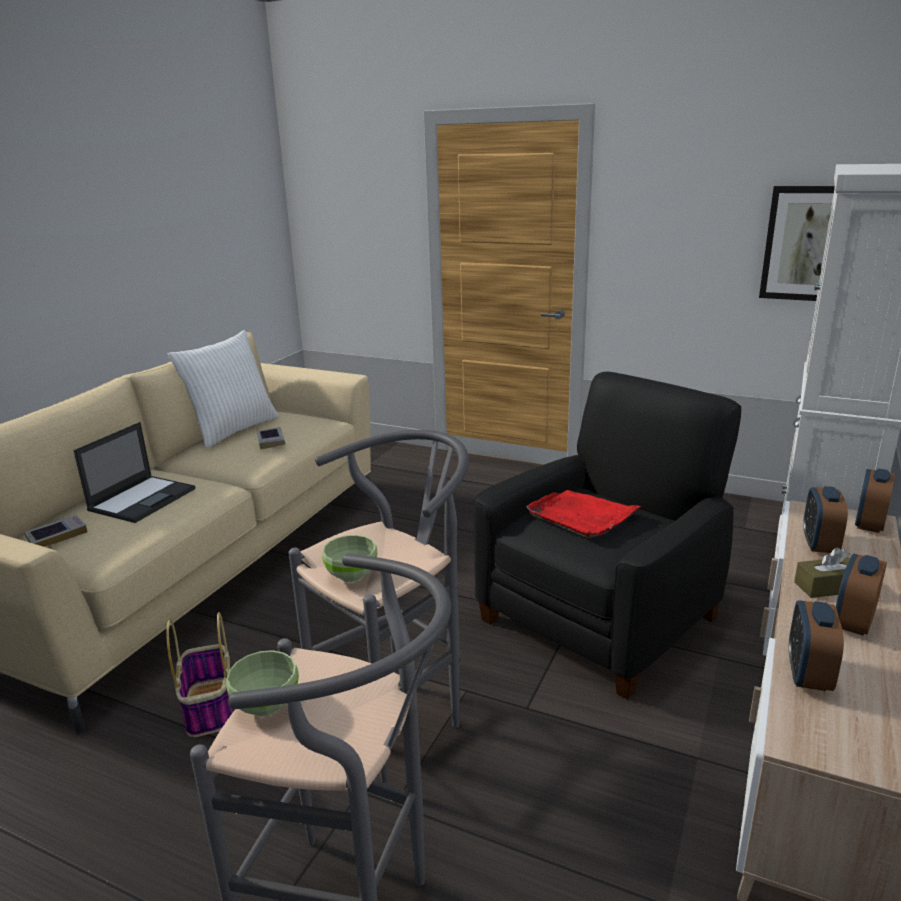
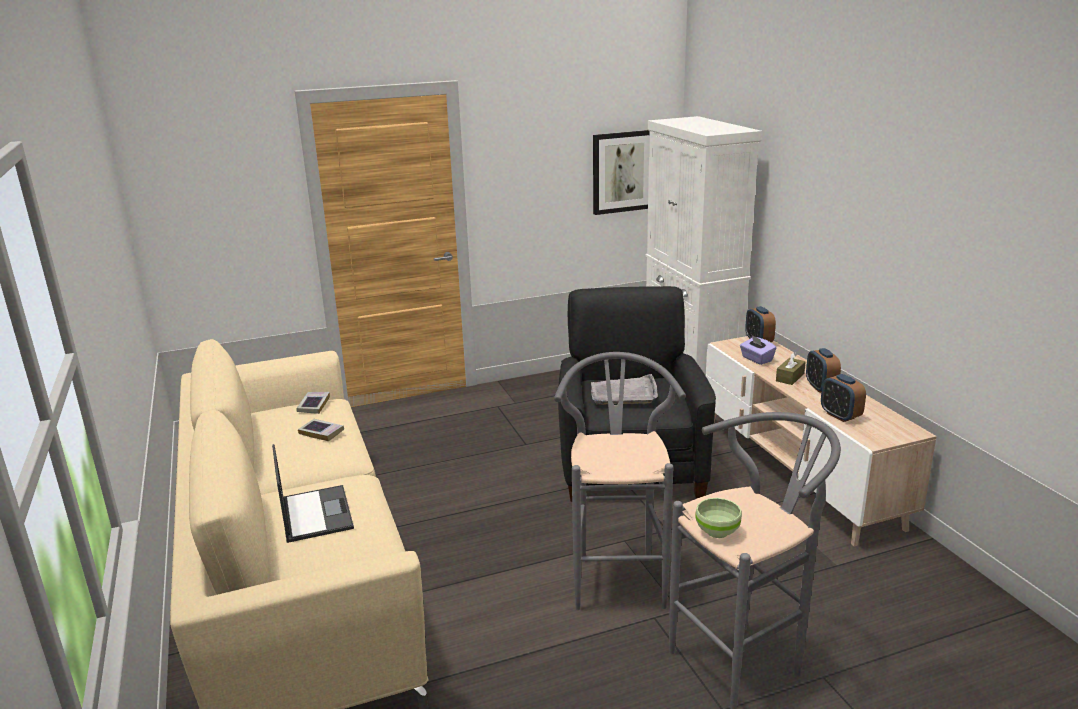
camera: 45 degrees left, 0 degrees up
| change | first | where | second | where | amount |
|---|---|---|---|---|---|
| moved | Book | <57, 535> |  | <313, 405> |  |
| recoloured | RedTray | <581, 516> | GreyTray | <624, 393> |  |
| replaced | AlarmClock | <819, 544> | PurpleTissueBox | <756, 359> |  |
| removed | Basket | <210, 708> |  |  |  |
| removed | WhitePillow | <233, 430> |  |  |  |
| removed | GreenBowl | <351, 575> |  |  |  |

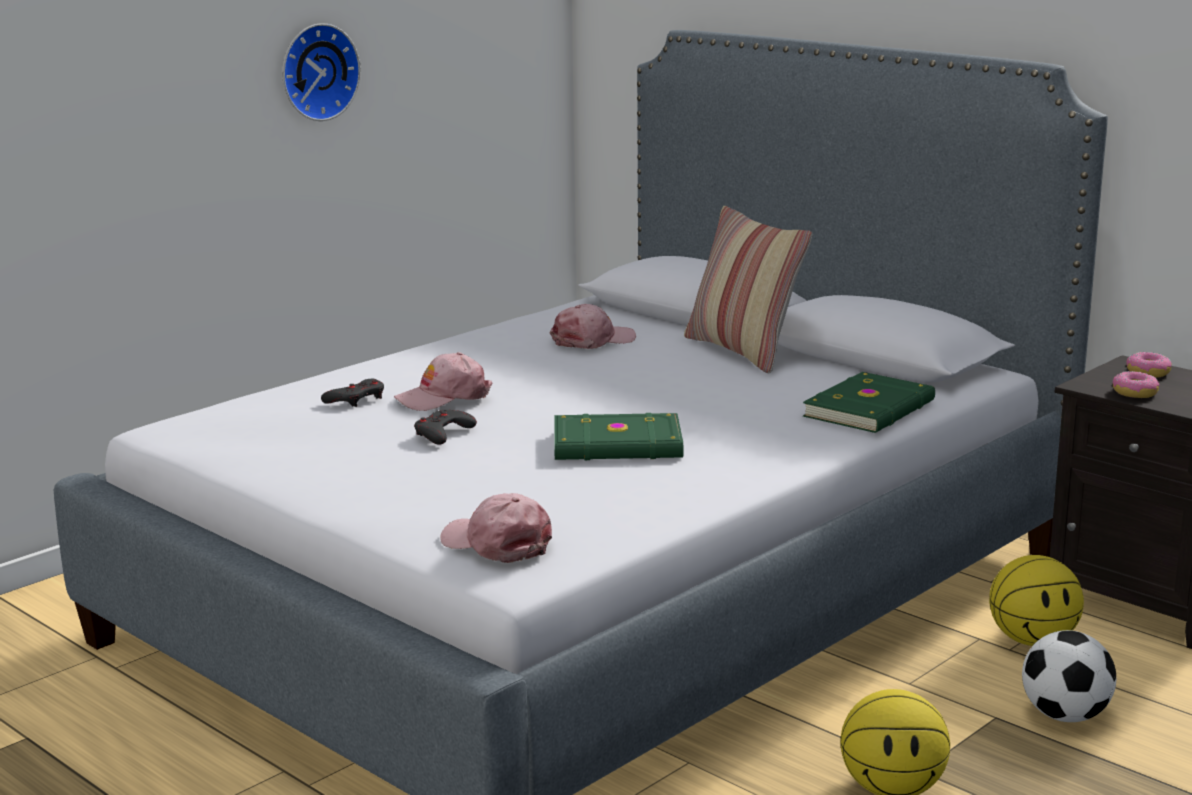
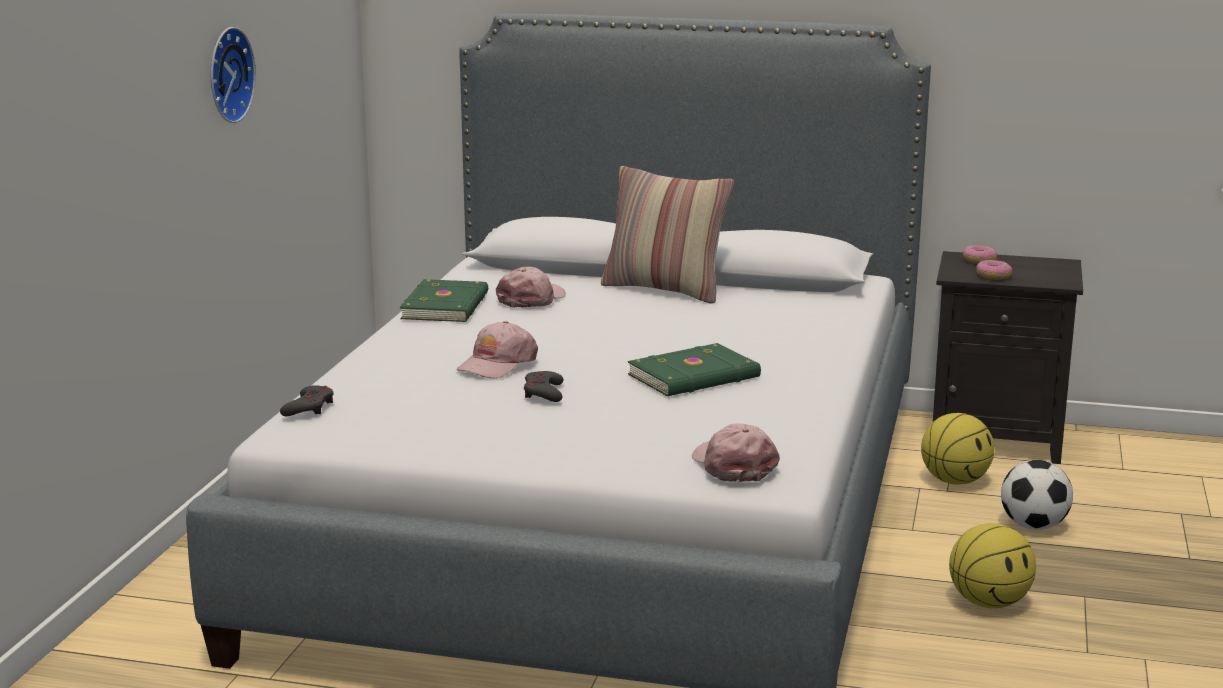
camera: 30 degrees left, 0 degrees up
| change | first | where | second | where | amount |
|---|---|---|---|---|---|
| moved | GreyGameController | <356, 399> |  | <309, 407> |  |
| moved | GreenBook | <872, 409> |  | <447, 306> |  |
| turned | PinkCap | <497, 543> |  | <733, 465> | 60 degrees clockwise |

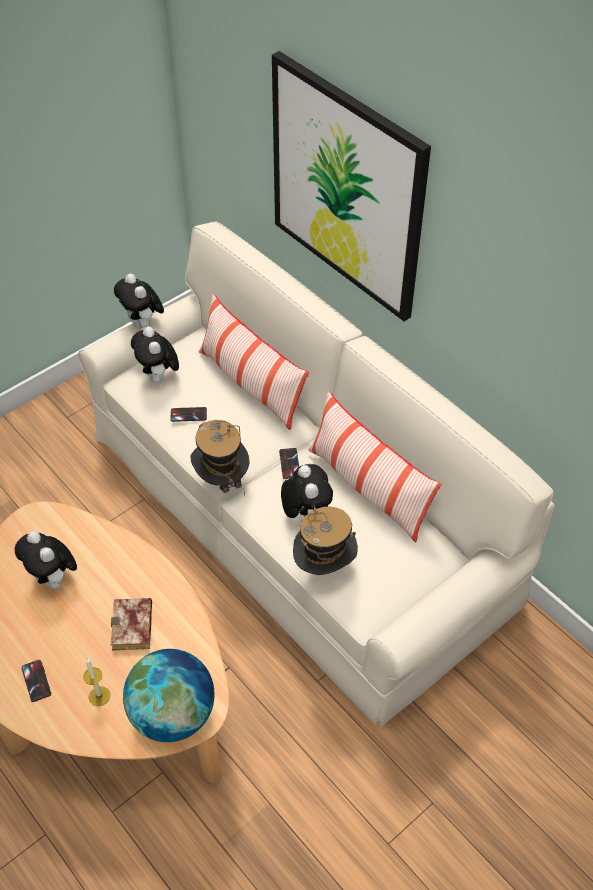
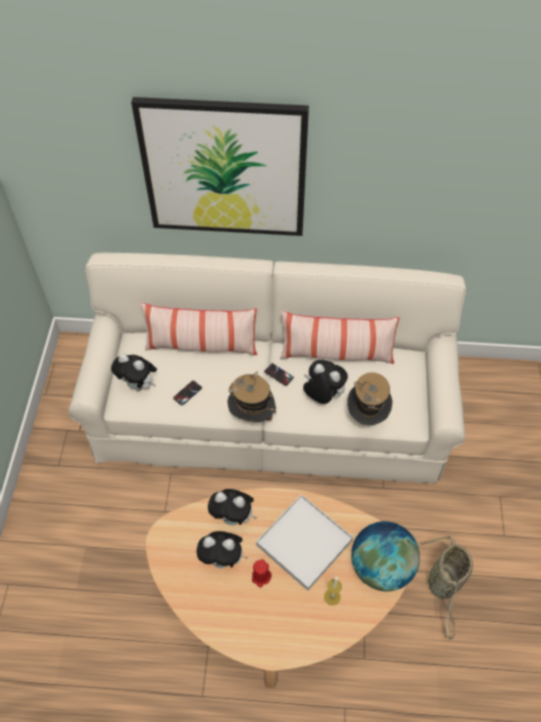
camera: 45 degrees left, 5 degrees up
| change | first | where | second | where | amount |
|---|---|---|---|---|---|
| moved | PlushToy | <143, 324> |  | <233, 518> |  |
| added |  |  | RedCandle | <261, 577> |  |
| replaced | Book | <134, 629> | WhiteTray | <304, 543> |  |
| added |  |  | Basket | <443, 585> |  |
| removed | Phone | <36, 681> |  |  |  |

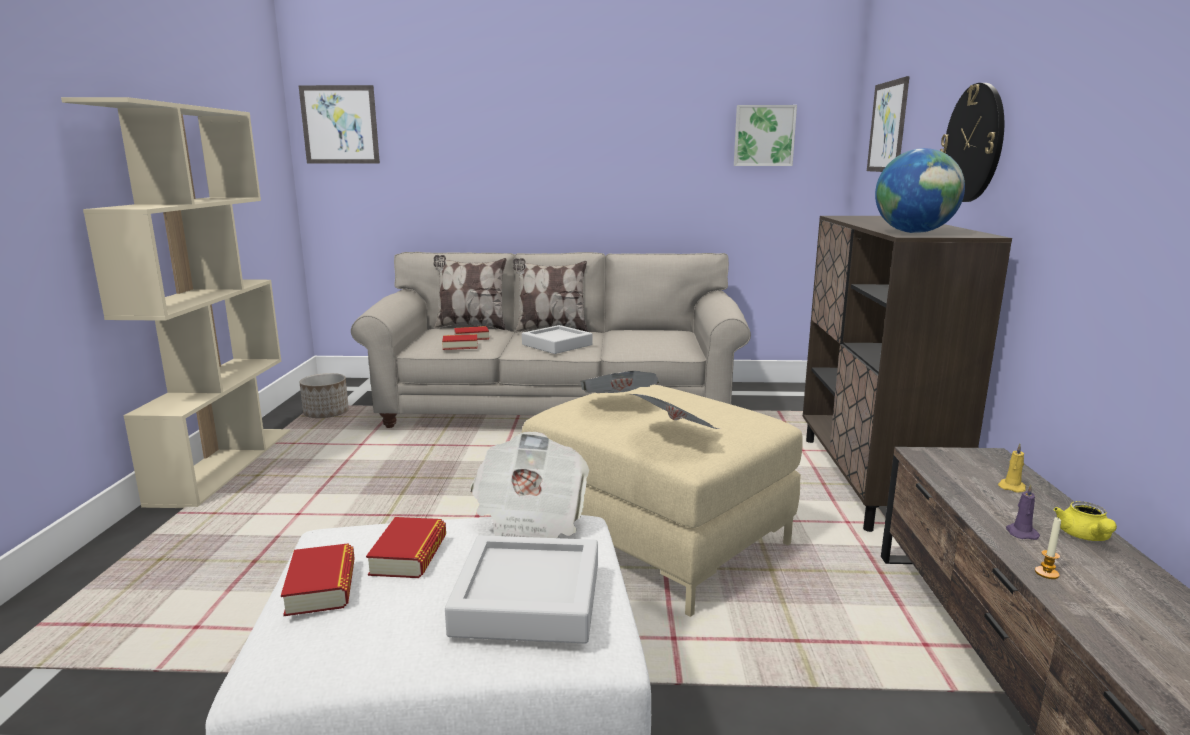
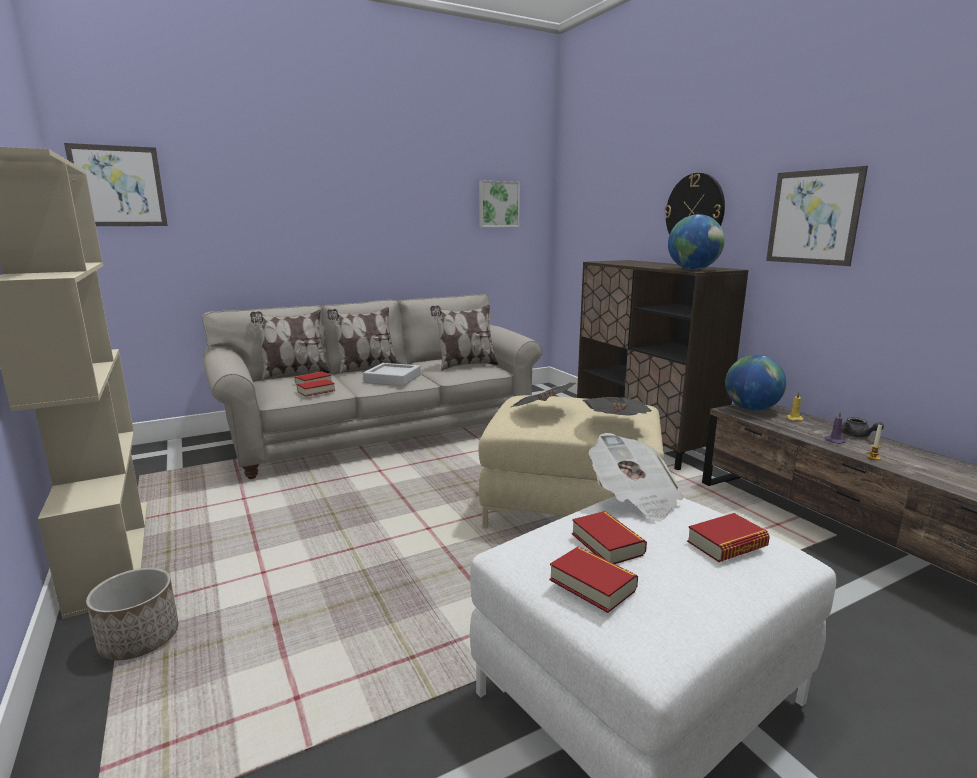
camera: 30 degrees left, 0 degrees up
| change | first | where | second | where | amount |
|---|---|---|---|---|---|
| moved | Planter | <326, 414> |  | <139, 639> |  |
| added |  |  | Pillow | <465, 365> |  |
| replaced | GreyTray | <528, 599> | Book | <727, 544> |  |
| added |  |  | Globe | <751, 409> |  |
| moved | Picture | <887, 127> |  | <813, 217> |  |
| recoloured | YellowTeapot | <1084, 536> | GreyTeapot | <857, 436> |  |

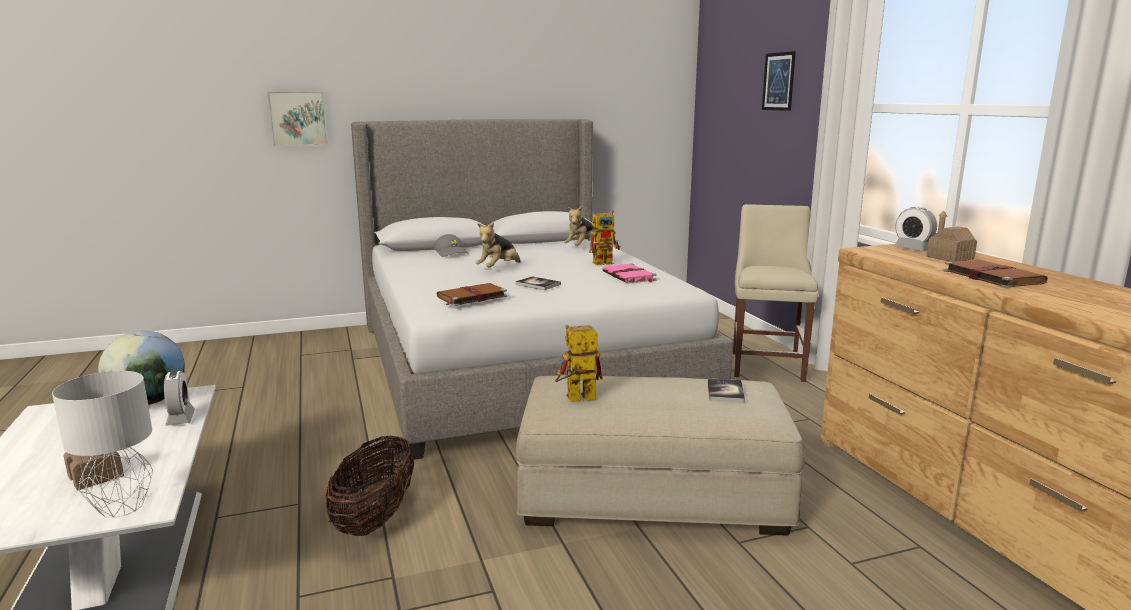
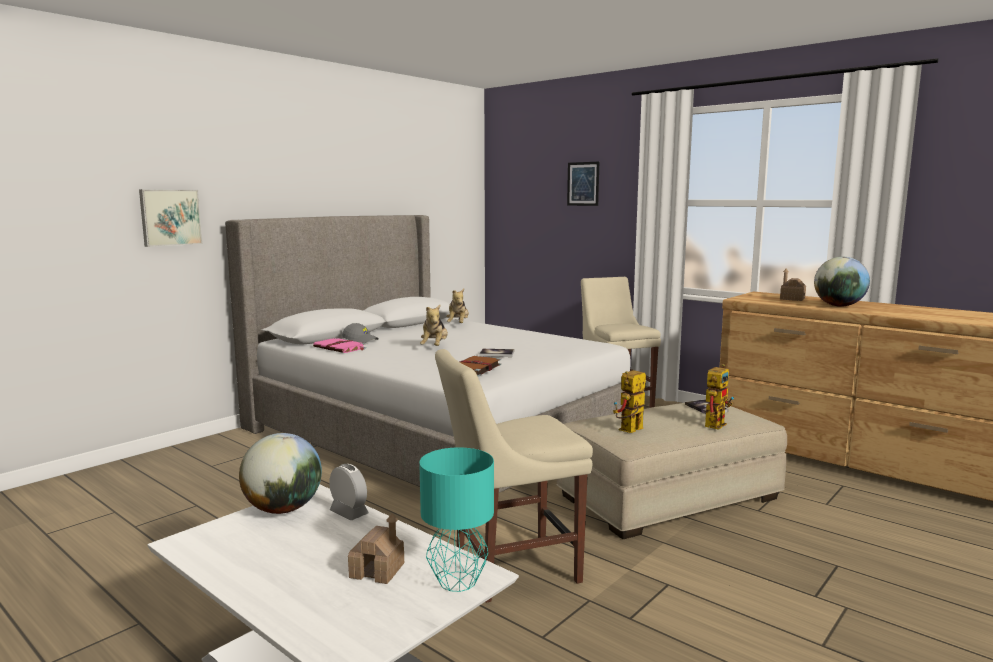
camera: 30 degrees left, 5 degrees down
| change | first | where | second | where | amount |
|---|---|---|---|---|---|
| moved | PinkBook | <629, 276> |  | <340, 348> |  |
| recoloured | GreyTableLamp | <120, 507> | TurquoiseTableLamp | <456, 582> |  |
| replaced | Basket | <375, 518> | BeigeChair | <510, 568> |  |
| moved | ToyRobot | <606, 262> |  | <715, 423> |  |
| replaced | BrownBook | <991, 276> | Globe | <839, 306> |  |
| removed | AlarmClock | <912, 249> |  |  |  |

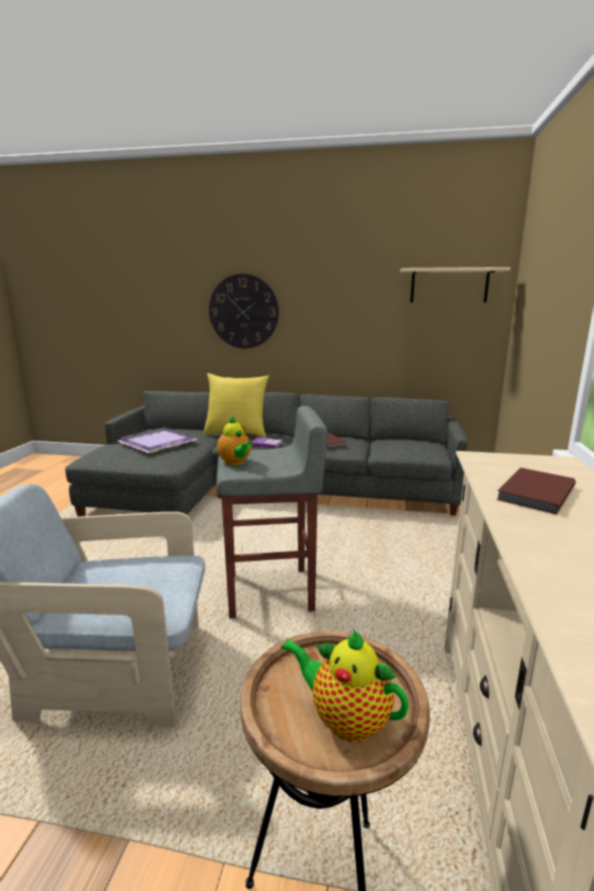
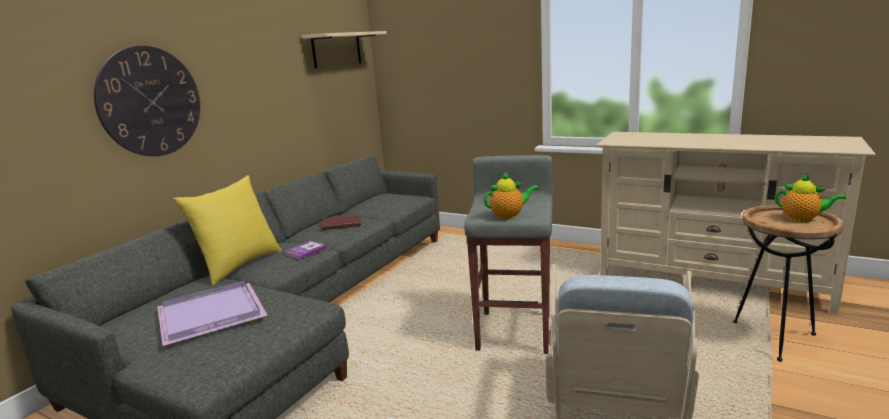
camera: 70 degrees left, 0 degrees up
| change | first | where | second | where | amount |
|---|---|---|---|---|---|
| turned | Teapot | <345, 719> |  | <803, 219> | 105 degrees counterclockwise |
| removed | BrownBook | <533, 493> |  |  |  |

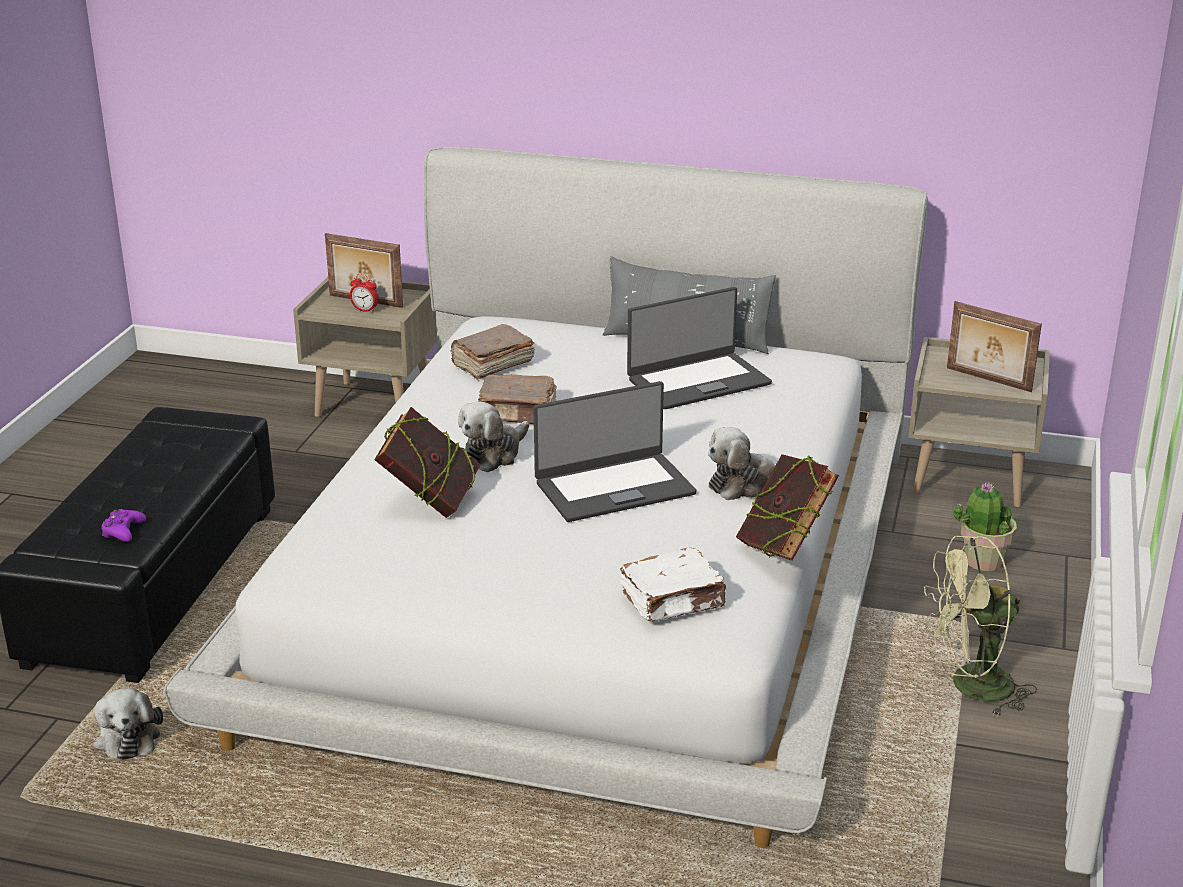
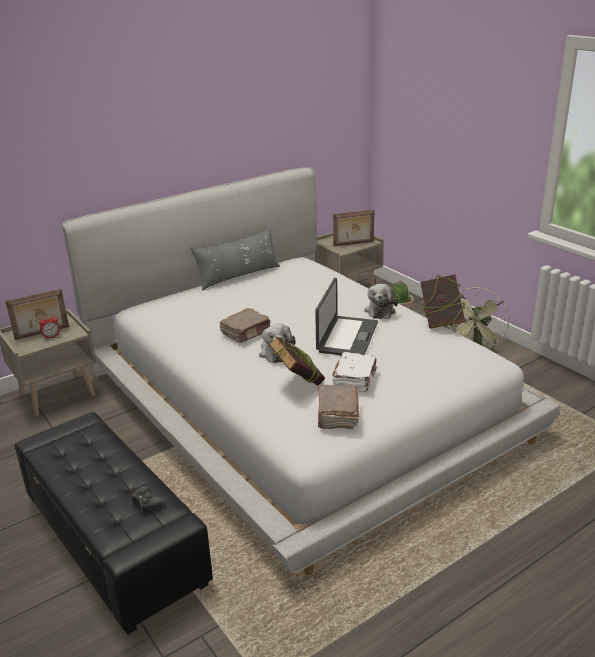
camera: 50 degrees left, 0 degrees up
| change | first | where | second | where | amount |
|---|---|---|---|---|---|
| recoloured | PurpleGameController | <123, 531> | BlackGameController | <147, 502> |  |
| moved | BrownBook | <491, 364> |  | <337, 415> |  |
| moved | WhiteBook | <673, 601> |  | <355, 379> |  |
| removed | PlushToy | <128, 737> |  |  |  |
| removed | Laptop | <697, 381> |  |  |  |

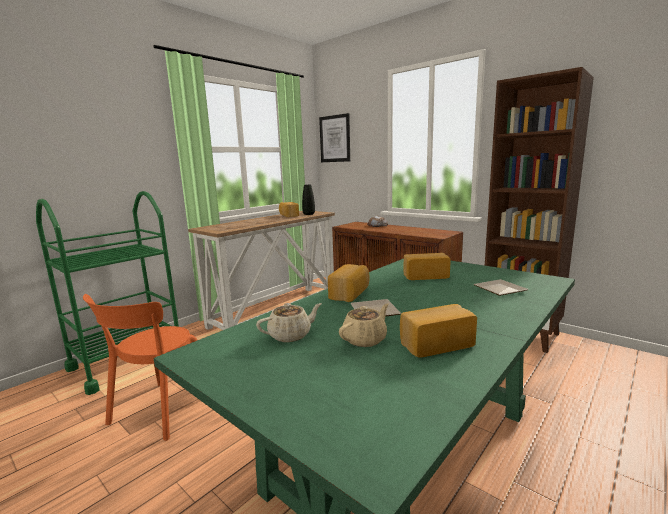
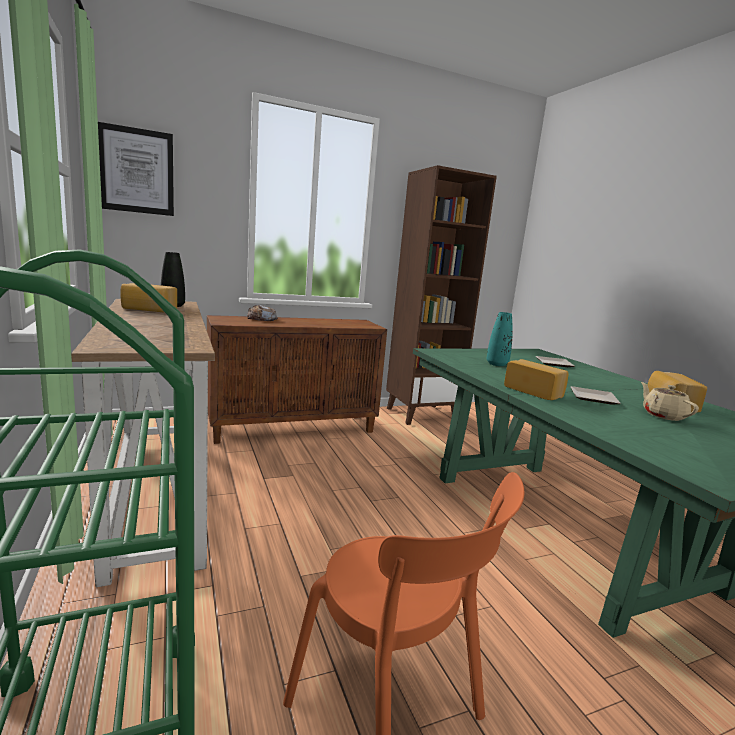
camera: 65 degrees left, 0 degrees up
| change | first | where | second | where | amount |
|---|---|---|---|---|---|
| replaced | Bread | <425, 276> | TurquoiseVase | <497, 364> |  |
| removed | BeigeTeapot | <291, 335> |  |  |  |

